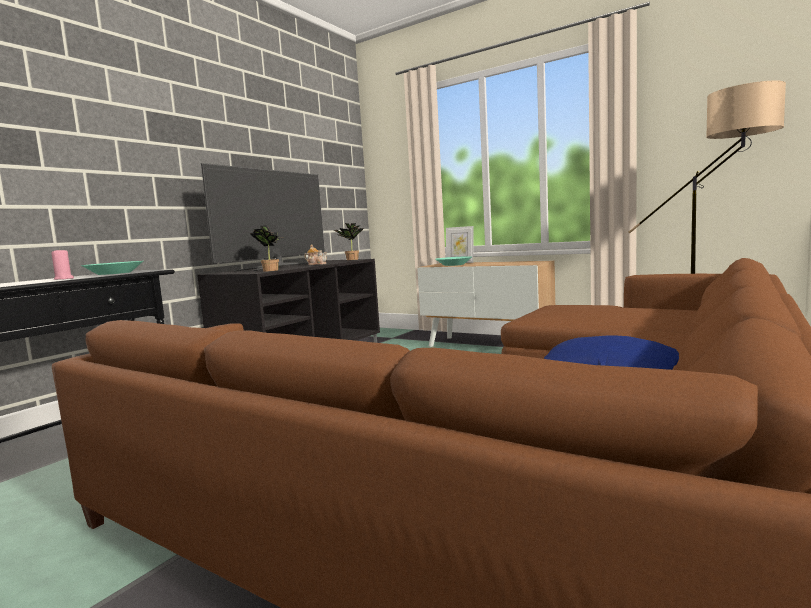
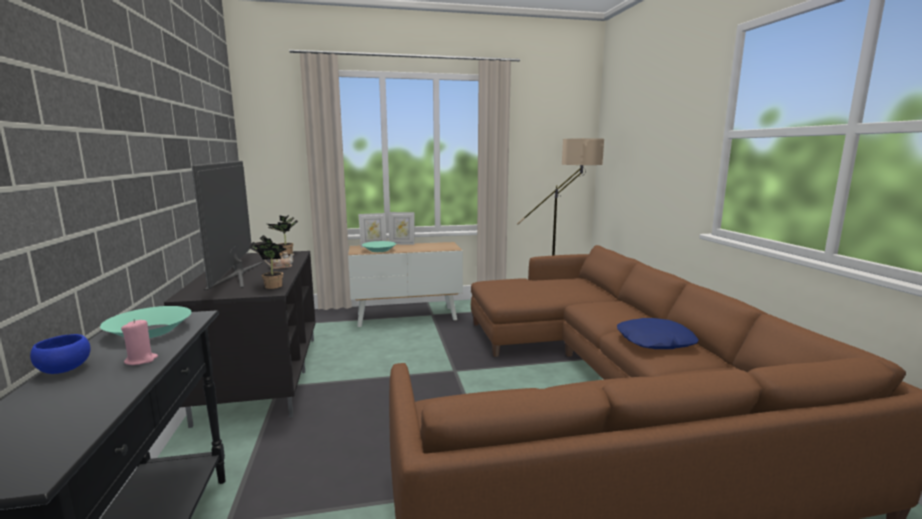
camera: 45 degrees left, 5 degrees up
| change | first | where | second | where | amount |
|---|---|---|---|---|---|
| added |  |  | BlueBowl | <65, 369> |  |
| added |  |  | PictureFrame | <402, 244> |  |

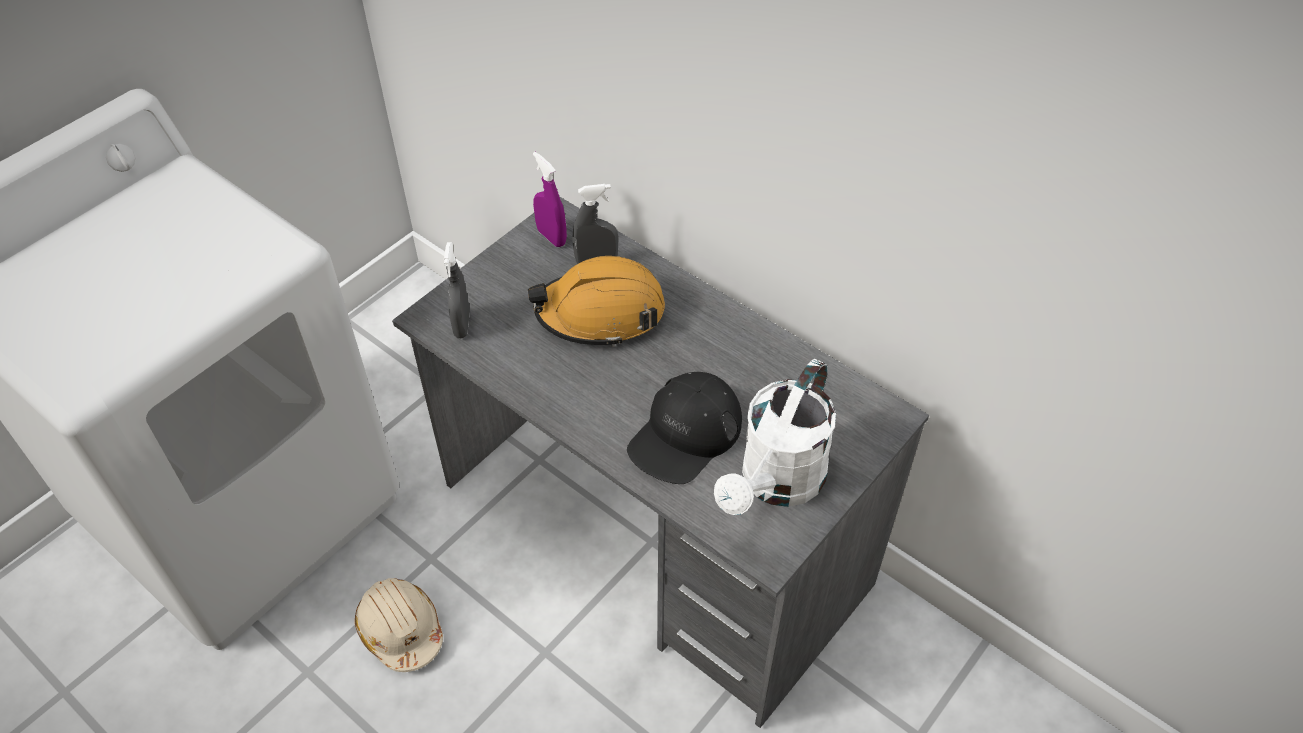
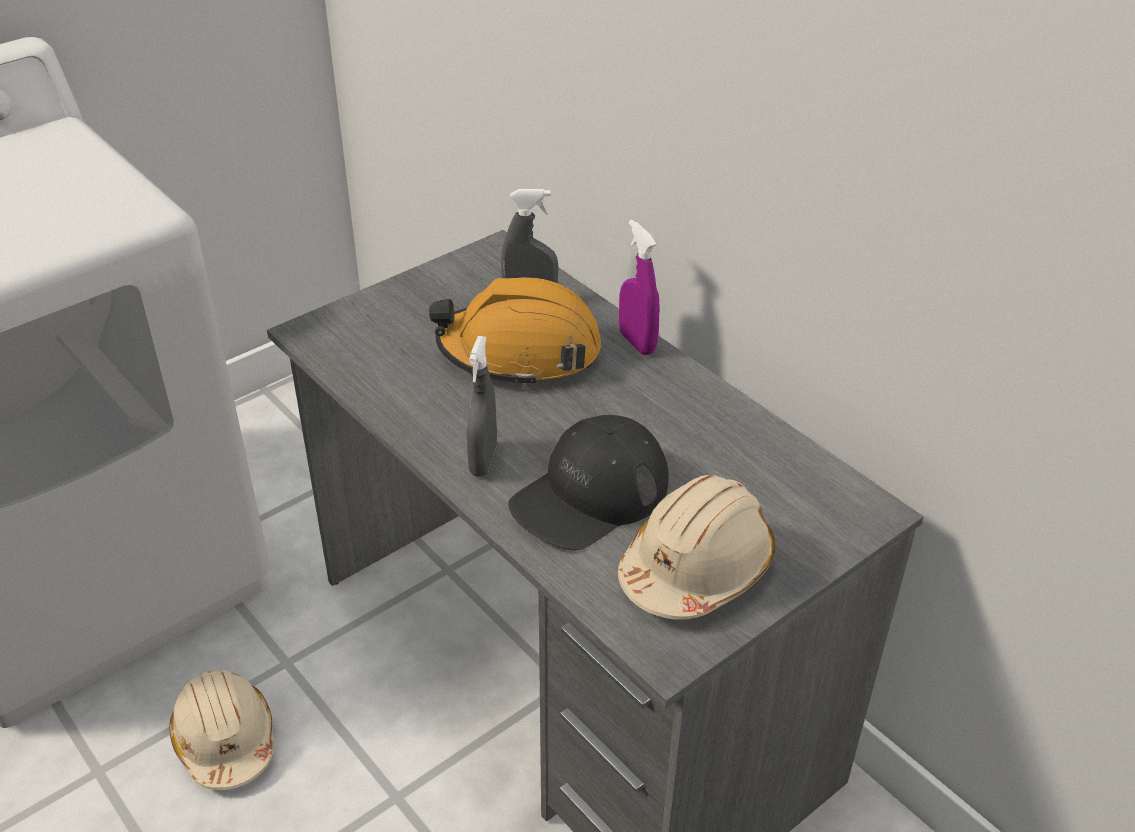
camera: 10 degrees right, 10 degrees down
| change | first | where | second | where | amount |
|---|---|---|---|---|---|
| moved | GreySprayBottle | <462, 325> |  | <483, 460> |  |
| replaced | WhiteWateringCan | <776, 483> | BeigeHardHat | <696, 568> |  |
| moved | PurpleSprayBottle | <551, 237> |  | <637, 342> |  |

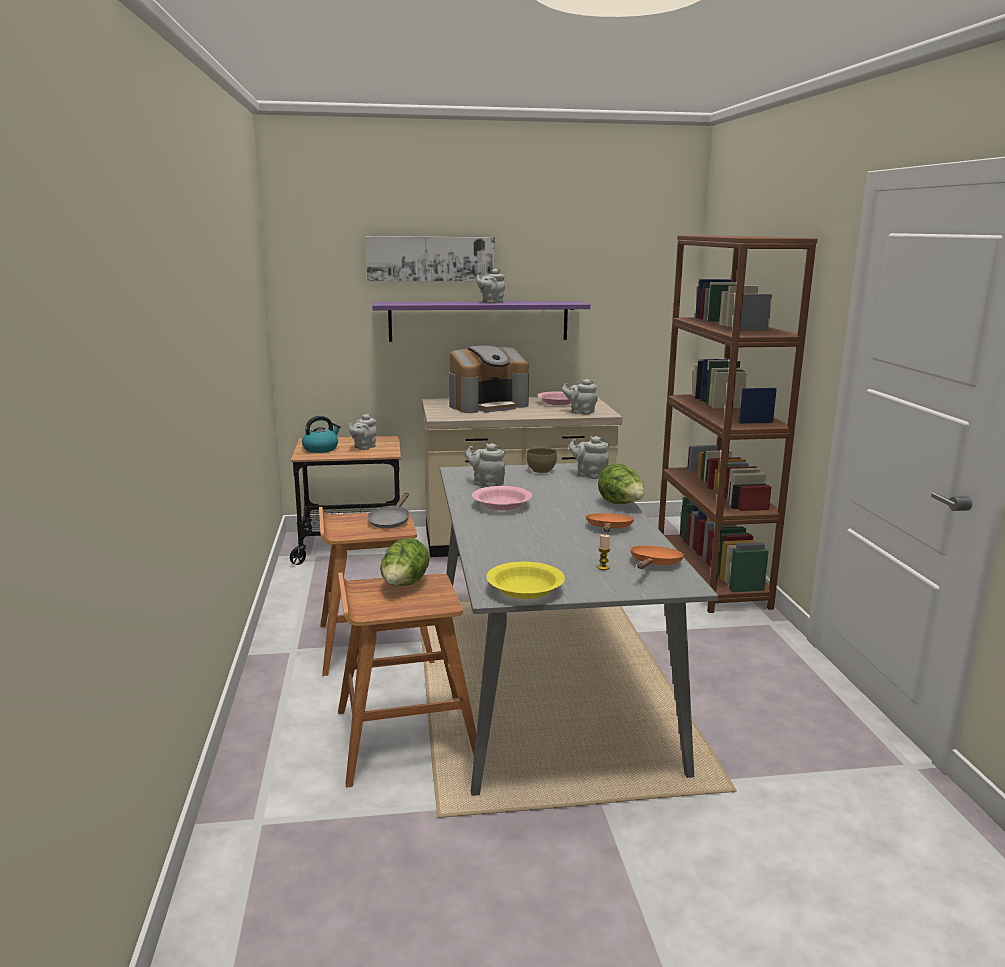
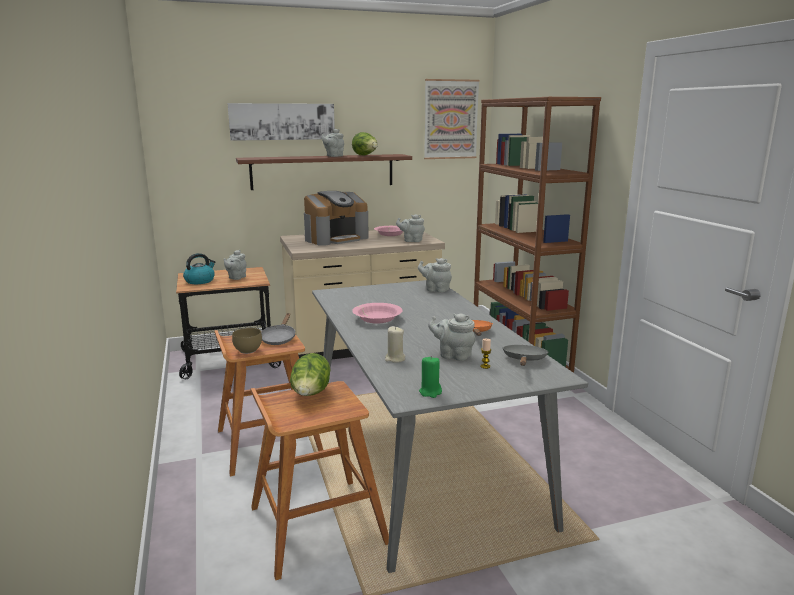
camera: 10 degrees left, 0 degrees up
| change | first | where | second | where | amount |
|---|---|---|---|---|---|
| moved | BrownBowl | <541, 470> |  | <247, 350> |  |
| recoloured | PurpleShelf | <479, 321> | BrownShelf | <323, 171> |  |
| moved | Lettuce | <621, 504> |  | <365, 155> |  |
| added |  |  | BeigeCandle | <395, 359> |  |
| replaced | YellowBowl | <525, 590> | GreenCandle | <430, 392> |  |
| added |  |  | Picture | <450, 119> |  |
| moved | GreyTeapot | <486, 483> |  | <453, 355> |  |
| recoloured | OrangeFryingPan | <654, 564> | GreyFryingPan | <524, 360> |  |

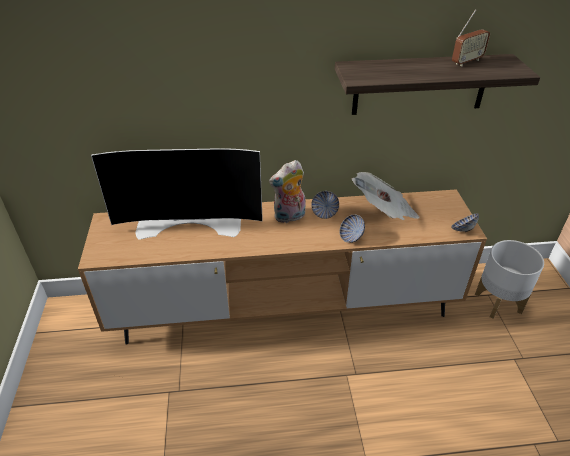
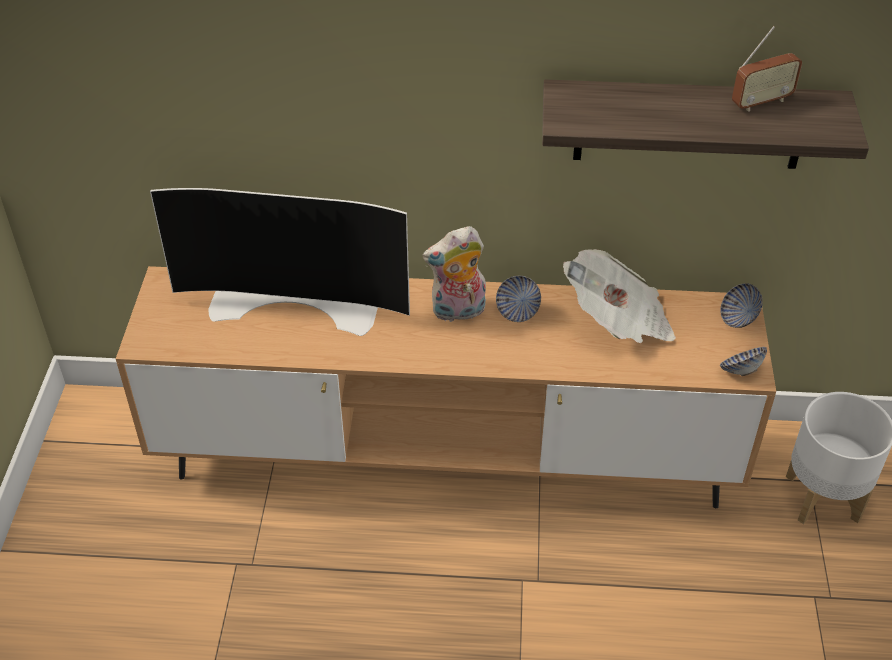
camera: 10 degrees right, 5 degrees up
| change | first | where | second | where | amount |
|---|---|---|---|---|---|
| moved | Bowl | <351, 237> |  | <738, 318> |  |

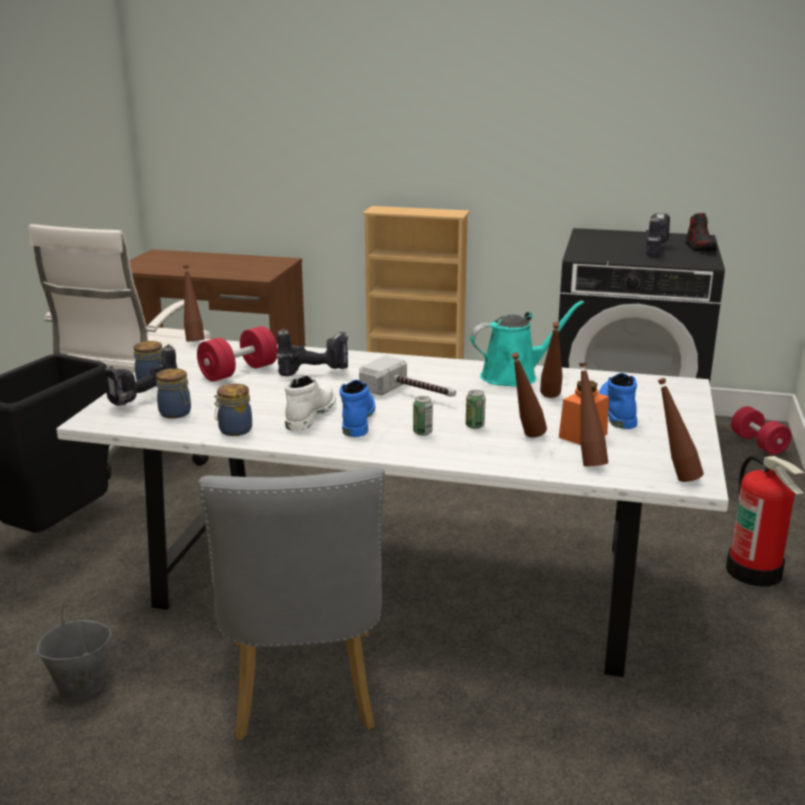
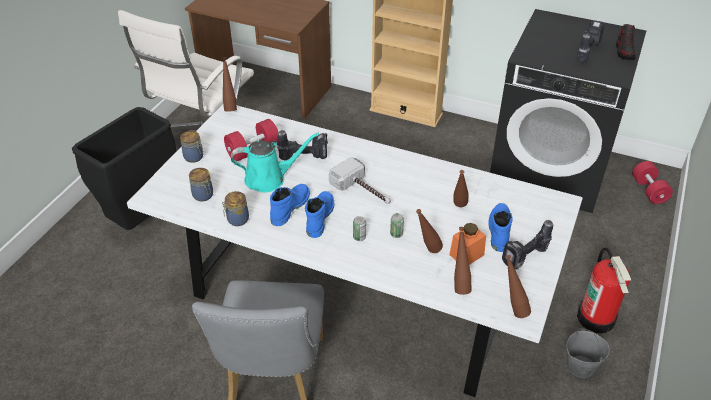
camera: 10 degrees right, 20 degrees up
| change | first | where | second | where | amount |
|---|---|---|---|---|---|
| moved | TurquoiseWateringCan | <514, 376> |  | <269, 178> |  |
| recoloured | WhiteBoot | <309, 414> | BlueBoot | <289, 207> |  |
| moved | PowerDrill | <145, 401> |  | <526, 259> |  |
| moved | GreyBucket | <81, 685> |  | <580, 367> |  |

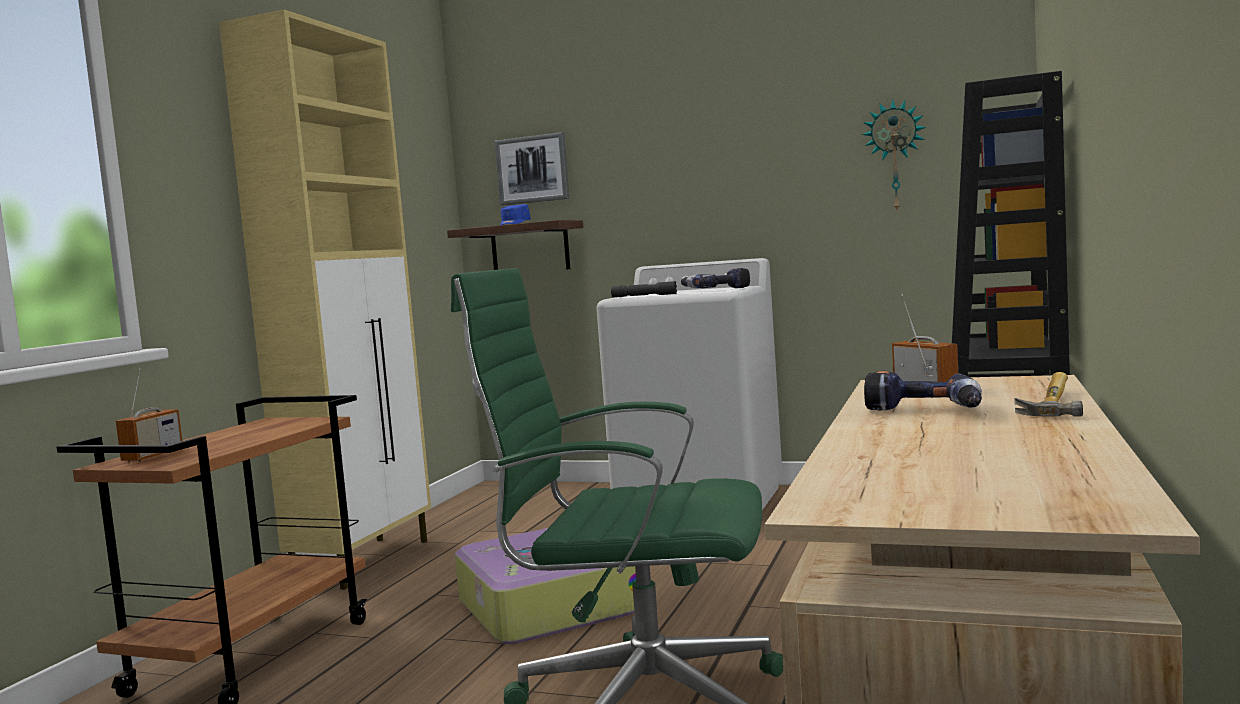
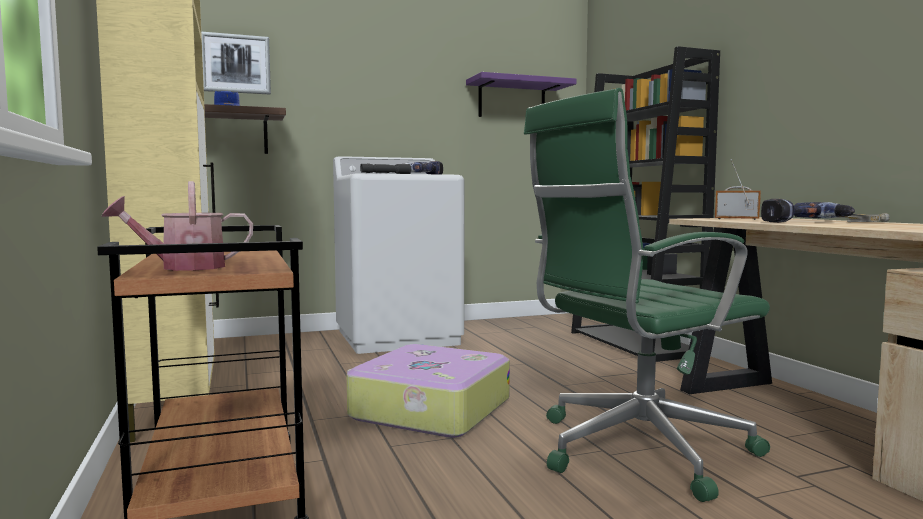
camera: 40 degrees left, 0 degrees up
| change | first | where | second | where | amount |
|---|---|---|---|---|---|
| replaced | Radio | <153, 455> | WateringCan | <184, 267> |  |
| replaced | WallClock | <895, 156> | PurpleShelf | <511, 100> |  |

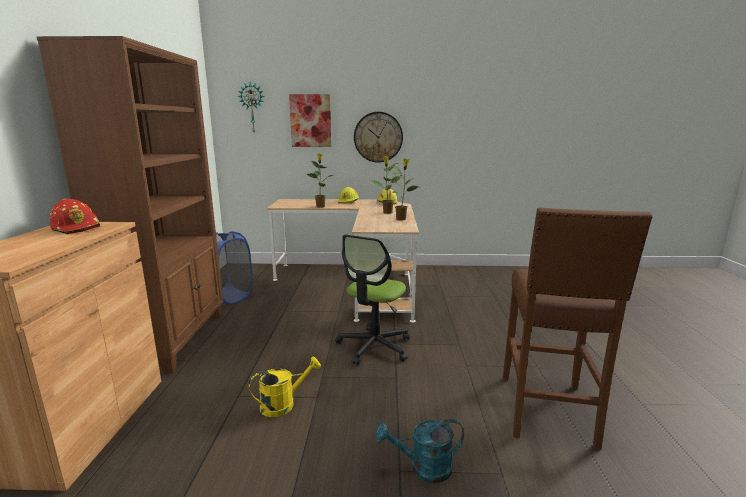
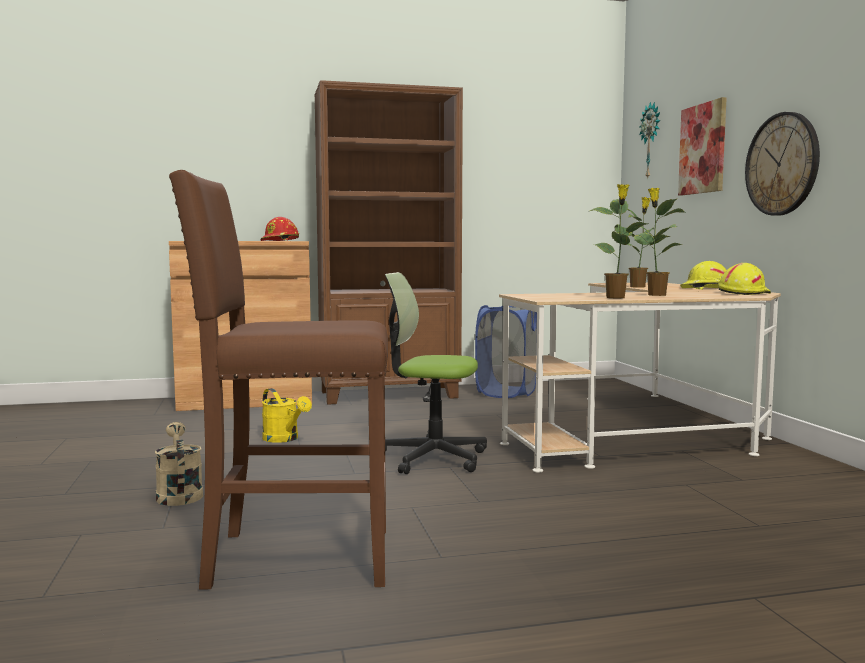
camera: 75 degrees right, 10 degrees down
| change | first | where | second | where | amount |
|---|---|---|---|---|---|
| recoloured | TurquoiseWateringCan | <423, 468> | BeigeWateringCan | <178, 494> |  |

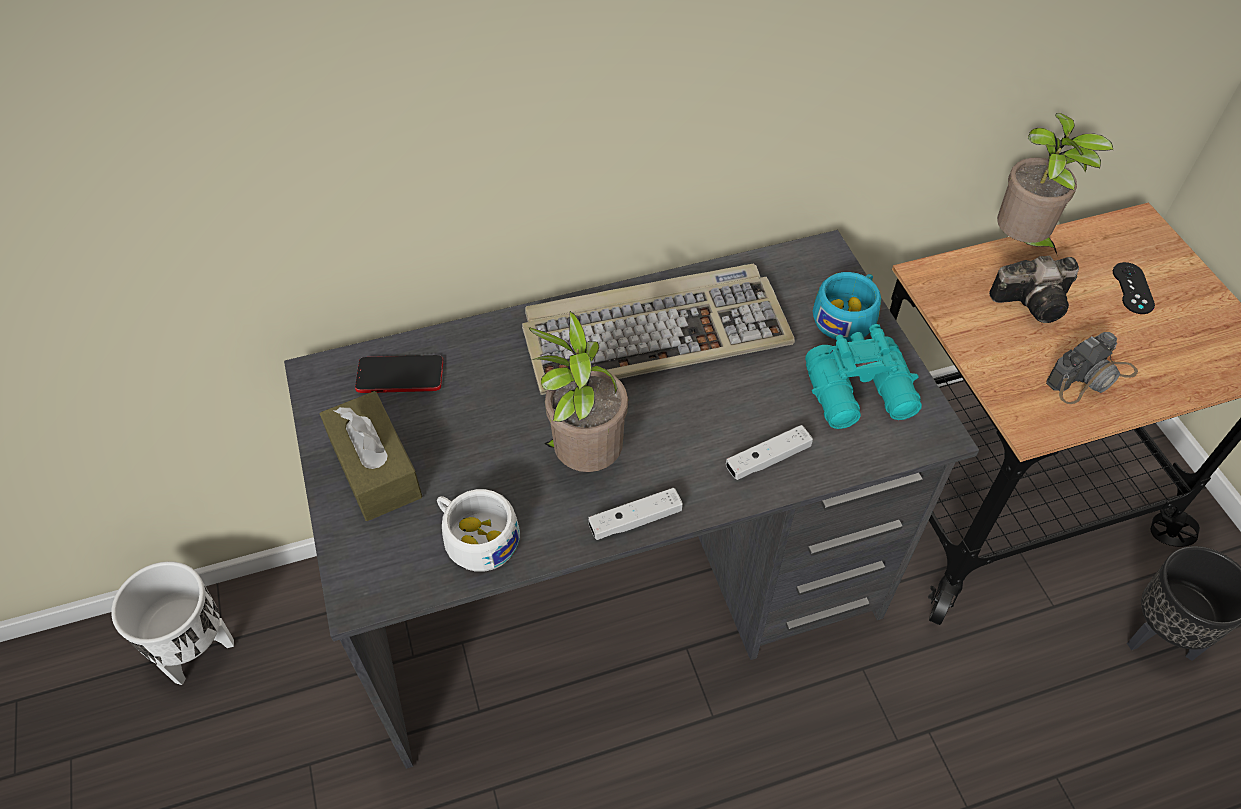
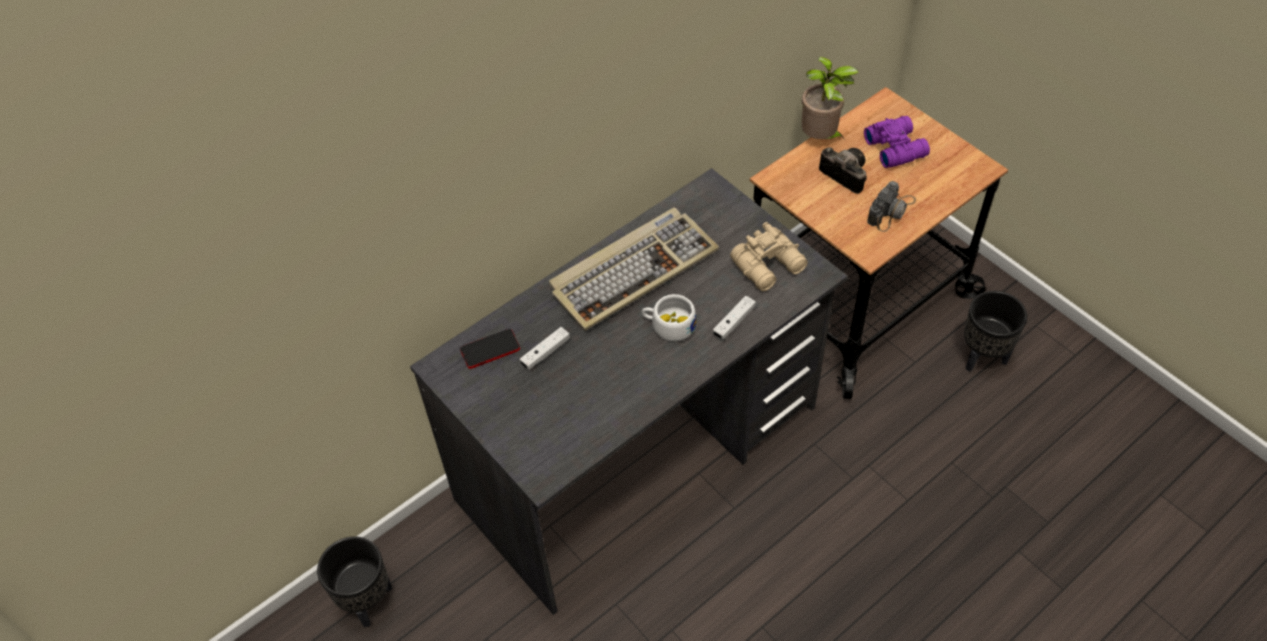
camera: 20 degrees left, 0 degrees up
| change | first | where | second | where | amount |
|---|---|---|---|---|---|
| recoloured | WhitePlanter | <196, 649> | BlackPlanter | <366, 600> |  |
| moved | WhiteGameController | <635, 520> |  | <545, 352> |  |
| moved | WhiteCup | <476, 537> |  | <668, 325> |  |
| recoloured | TurquoiseBinoculars | <862, 394> | BeigeBinoculars | <770, 266> |  |
| turned | PhotoCamera | <1035, 301> |  | <843, 174> | 105 degrees counterclockwise |
| replaced | BlackGameController | <1132, 288> | PurpleBinoculars | <895, 147> |  |
| removed | BrownTissueBox | <375, 468> |  |  |  |
| removed | PottedPlant | <584, 458> |  |  |  |
| removed | TurquoiseCup | <847, 316> |  |  |  |

